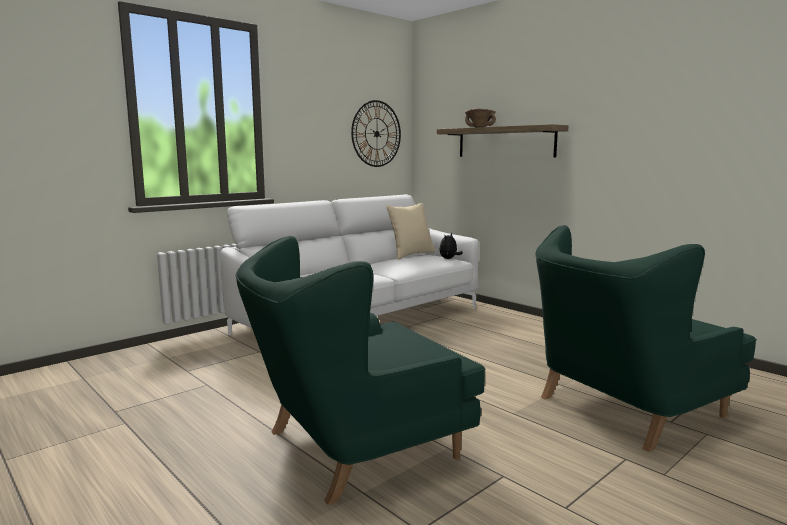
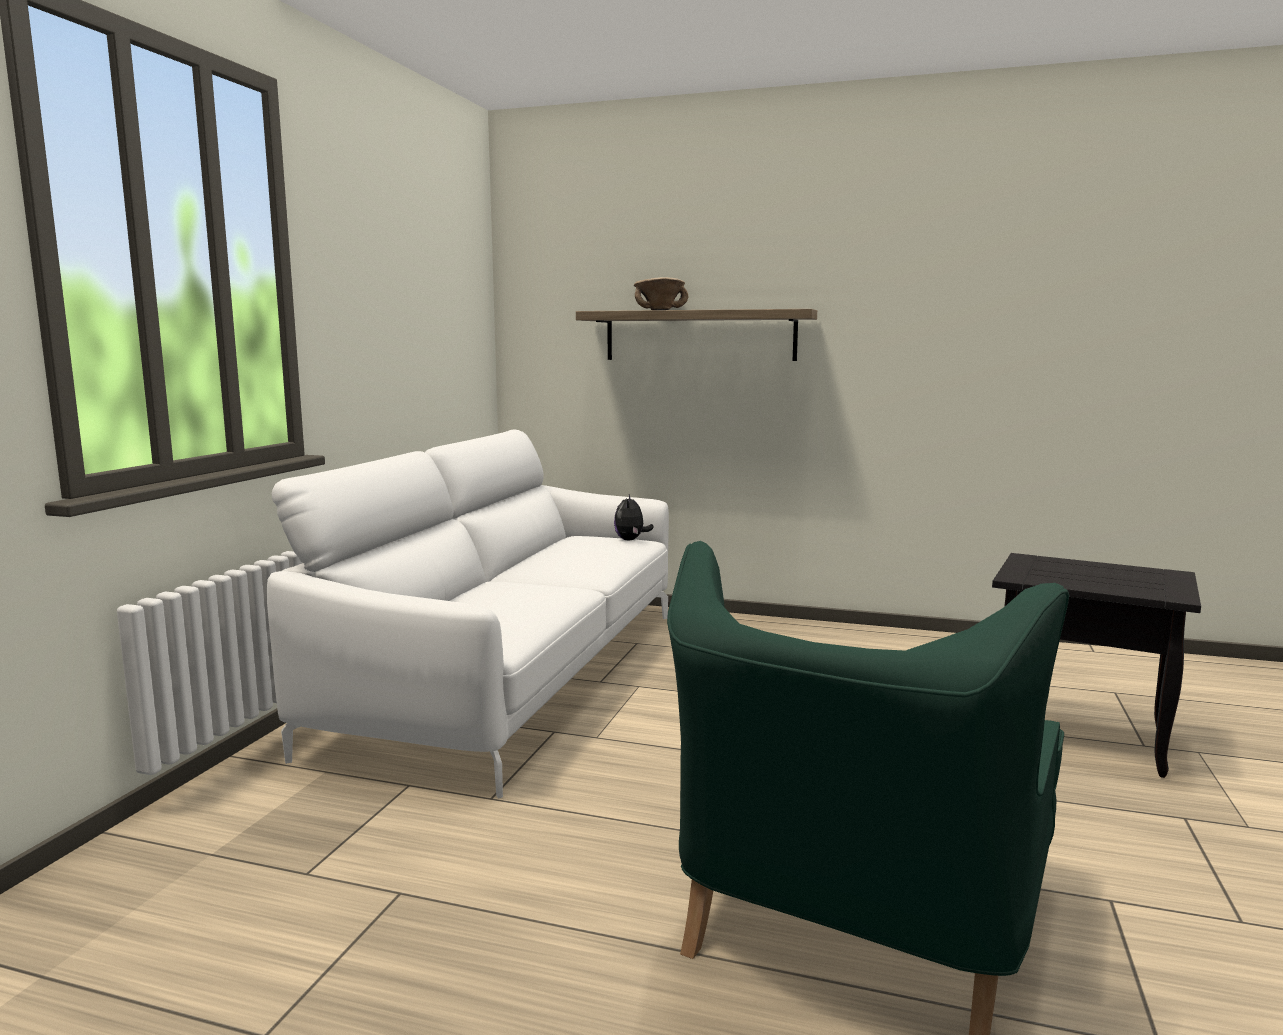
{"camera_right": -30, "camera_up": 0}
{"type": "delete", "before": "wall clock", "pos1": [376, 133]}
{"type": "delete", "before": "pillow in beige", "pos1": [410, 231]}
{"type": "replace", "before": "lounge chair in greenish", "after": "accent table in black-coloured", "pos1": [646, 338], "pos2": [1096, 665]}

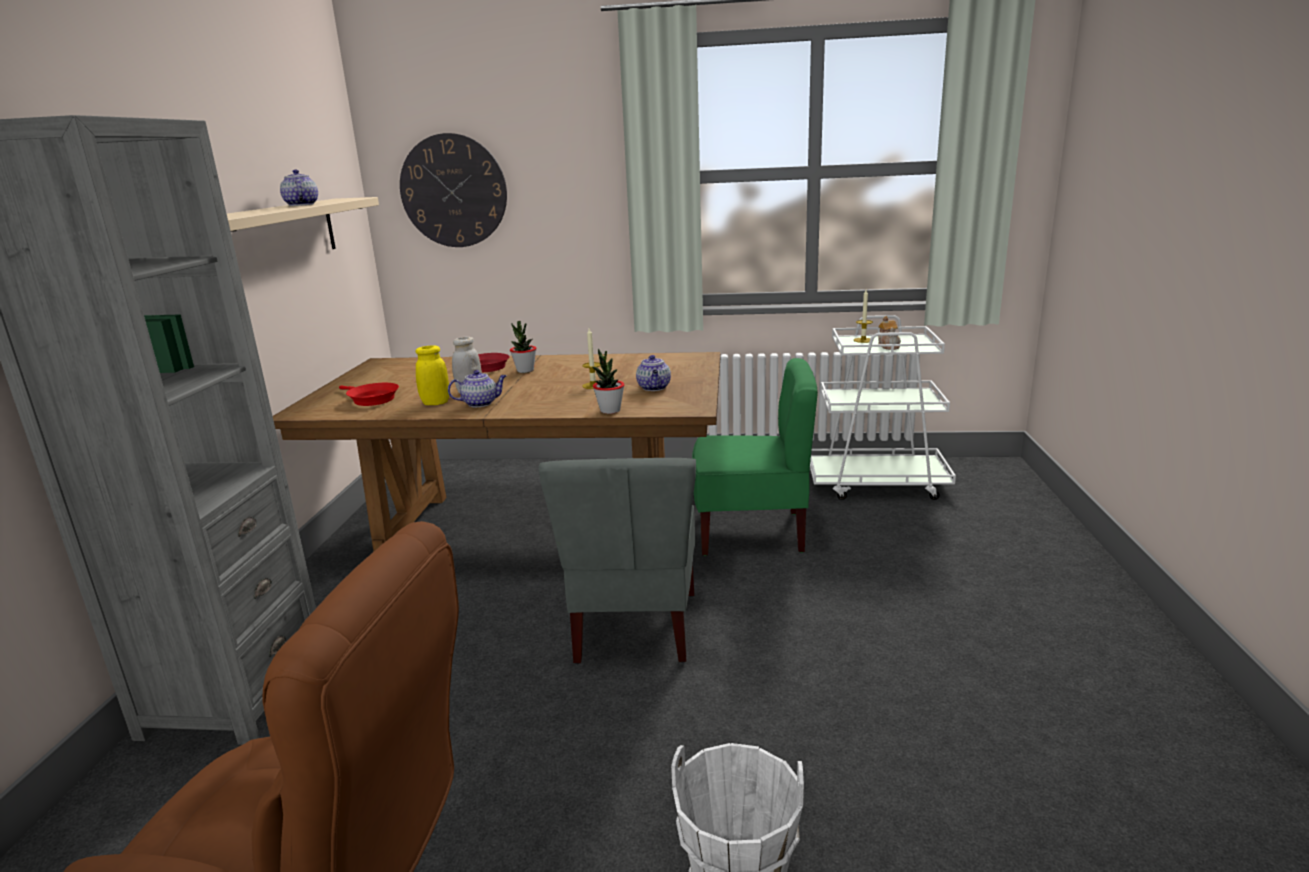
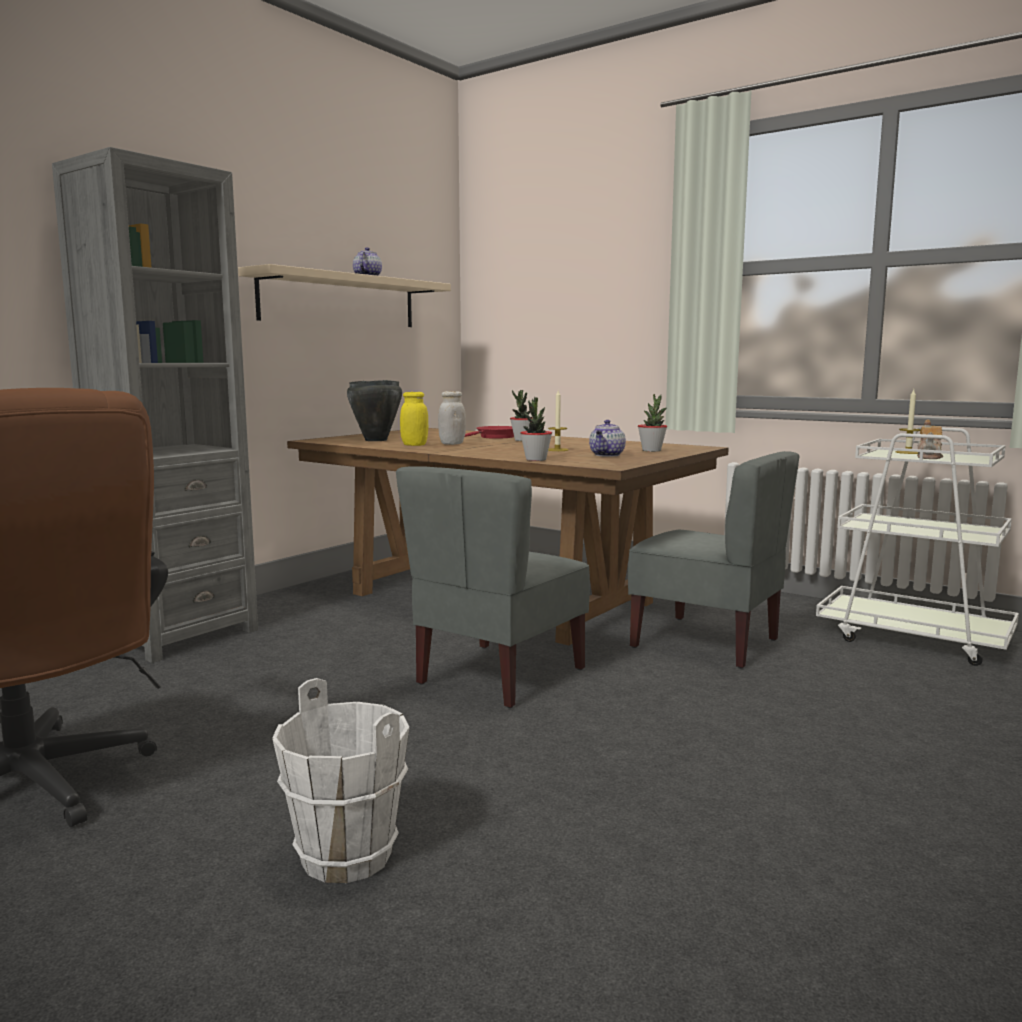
{"camera_right": 30, "camera_up": -10}
{"type": "replace", "before": "skillet in reddish", "after": "stockpot in black-coloured", "pos1": [369, 394], "pos2": [374, 410]}
{"type": "delete", "before": "wall clock", "pos1": [453, 190]}
{"type": "delete", "before": "tea pot", "pos1": [477, 388]}
{"type": "recolor", "before": "plain chair in greenish", "after": "plain chair in greyish", "pos1": [755, 457], "pos2": [714, 559]}
{"type": "insert", "after": "plant in a pot", "pos2": [652, 423]}

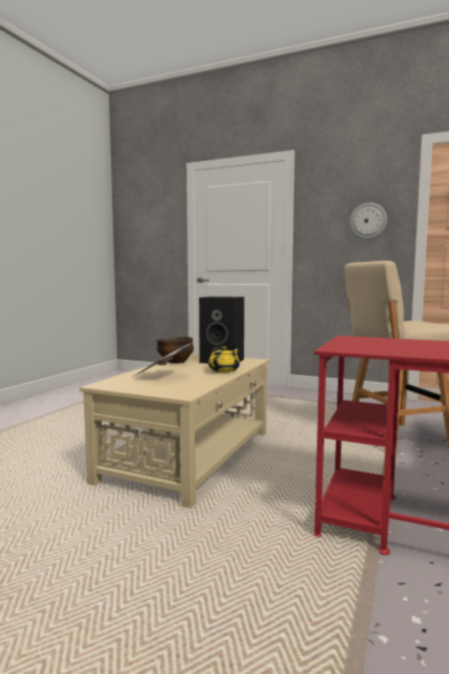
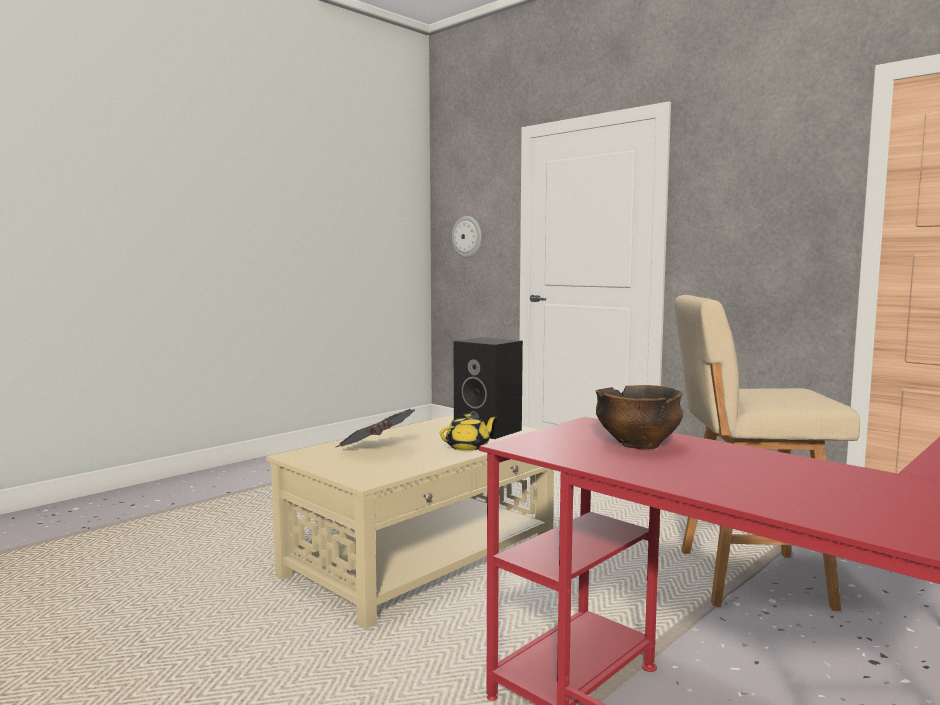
{"camera_right": 20, "camera_up": 0}
{"type": "move", "before": "serving bowl", "pos1": [175, 350], "pos2": [639, 417]}
{"type": "move", "before": "wall clock", "pos1": [368, 221], "pos2": [466, 237]}

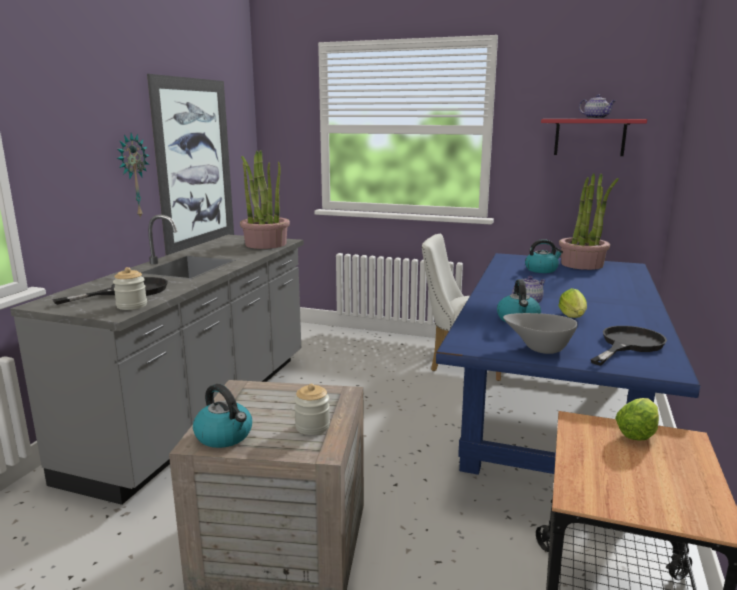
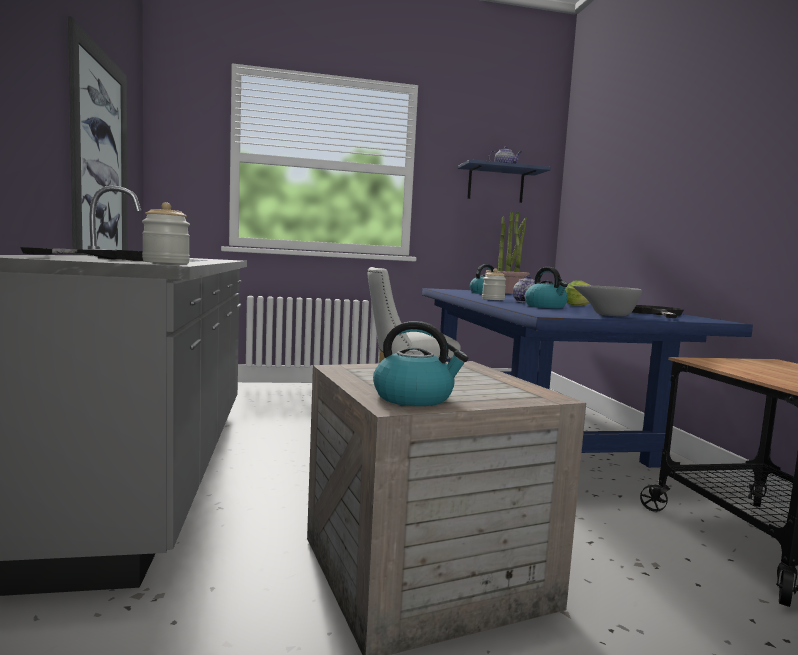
{"camera_right": -30, "camera_up": -10}
{"type": "delete", "before": "wall clock", "pos1": [133, 176]}
{"type": "delete", "before": "plant in a pot", "pos1": [265, 199]}
{"type": "move", "before": "storage jar", "pos1": [312, 409], "pos2": [494, 284]}
{"type": "recolor", "before": "shelf in reddish", "after": "shelf in blue-coloured", "pos1": [594, 137], "pos2": [504, 181]}
{"type": "delete", "before": "head of lettuce", "pos1": [637, 419]}

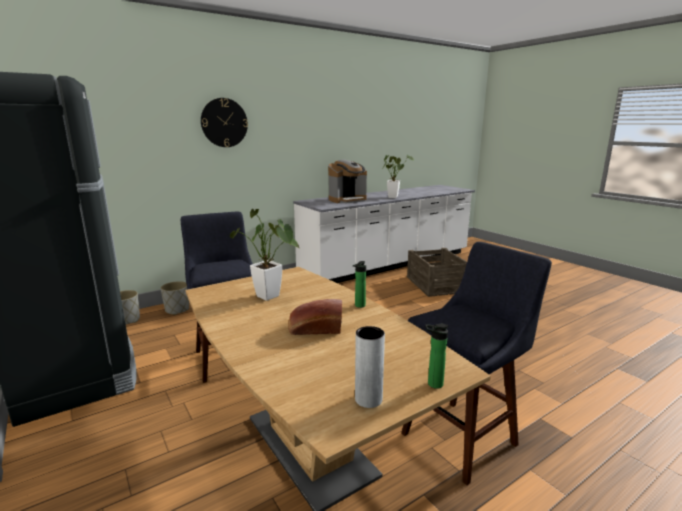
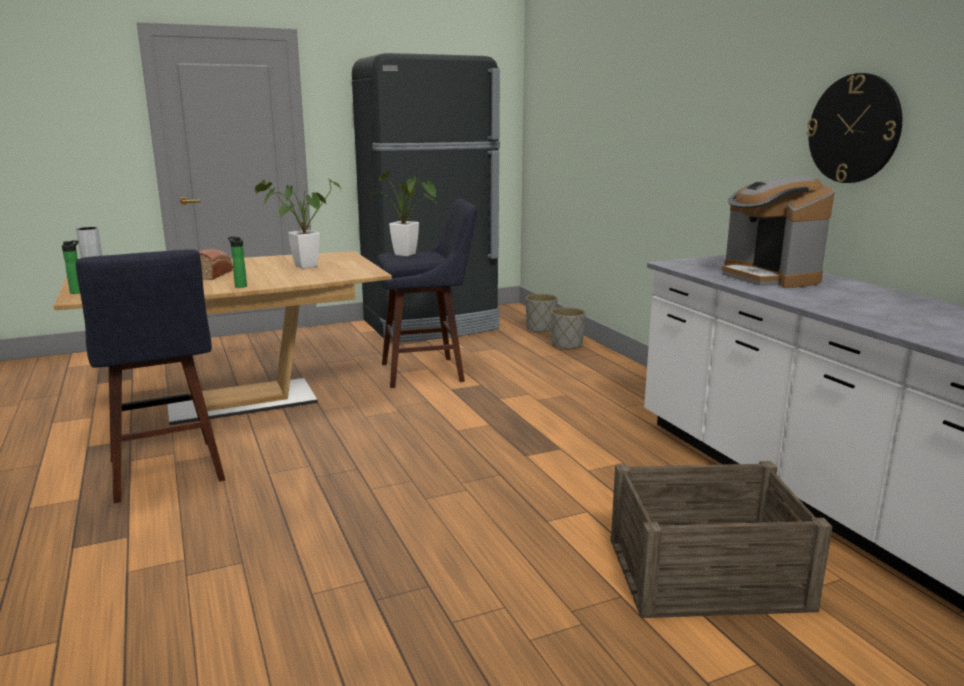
{"camera_right": 100, "camera_up": 0}
{"type": "move", "before": "wall clock", "pos1": [224, 122], "pos2": [854, 128]}
{"type": "move", "before": "plant in a pot", "pos1": [398, 176], "pos2": [402, 213]}

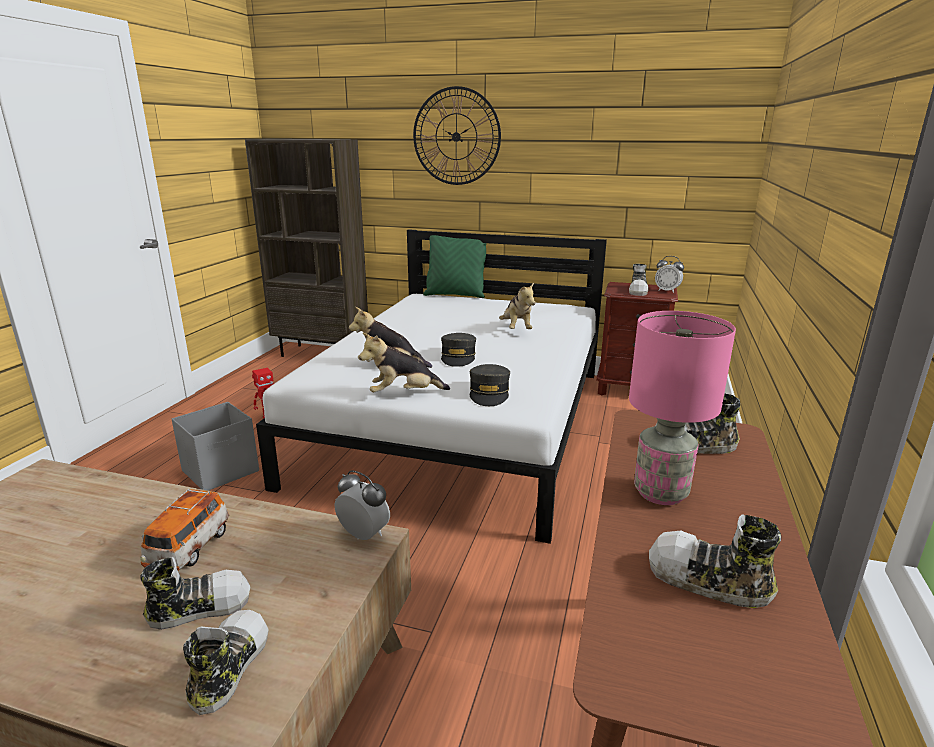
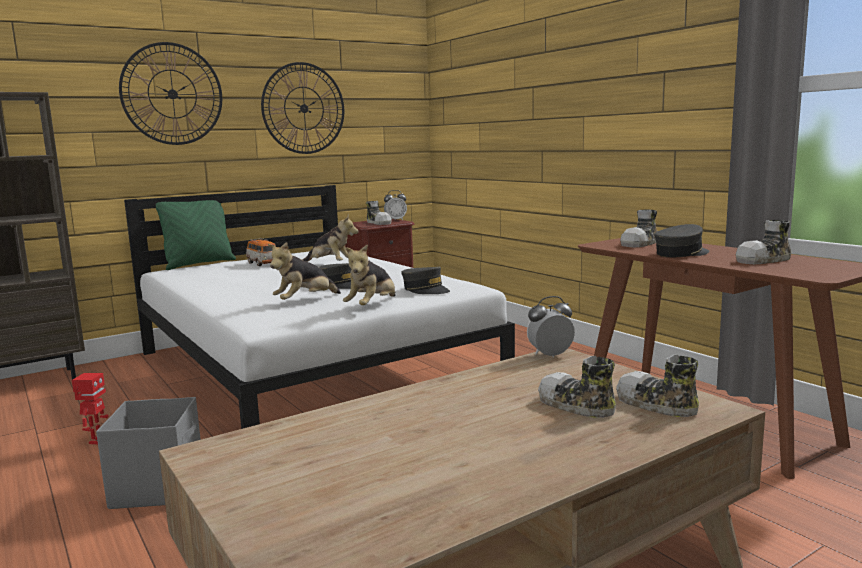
{"camera_right": -50, "camera_up": -10}
{"type": "move", "before": "toy car", "pos1": [185, 530], "pos2": [261, 252]}
{"type": "rotate", "before": "shoe", "pos1": [196, 593], "pos2": [577, 387], "turn": -60}
{"type": "replace", "before": "tabletop lamp in pink-coloured", "after": "cap in greyish", "pos1": [682, 408], "pos2": [682, 240]}
{"type": "insert", "after": "wall clock", "pos2": [302, 108]}

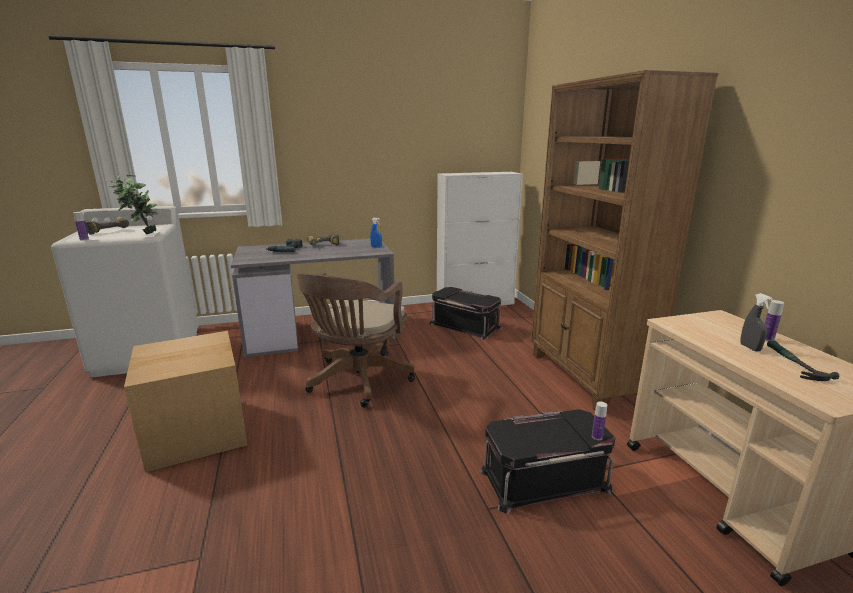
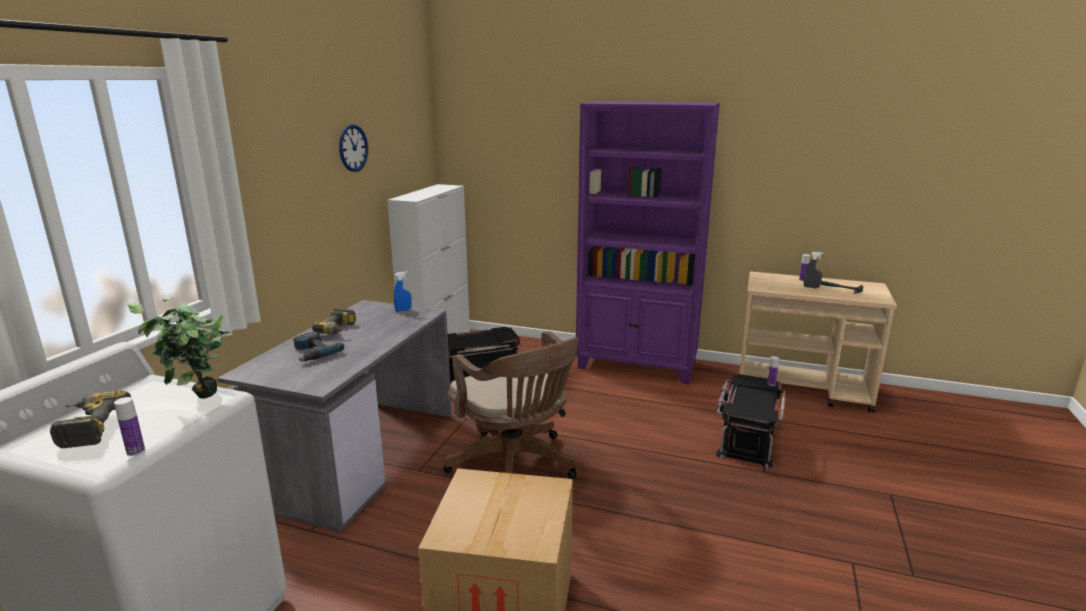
{"camera_right": -55, "camera_up": 0}
{"type": "recolor", "before": "shelving unit in brown-coloured", "after": "shelving unit in purple", "pos1": [625, 240], "pos2": [648, 242]}
{"type": "insert", "after": "wall clock", "pos2": [353, 148]}

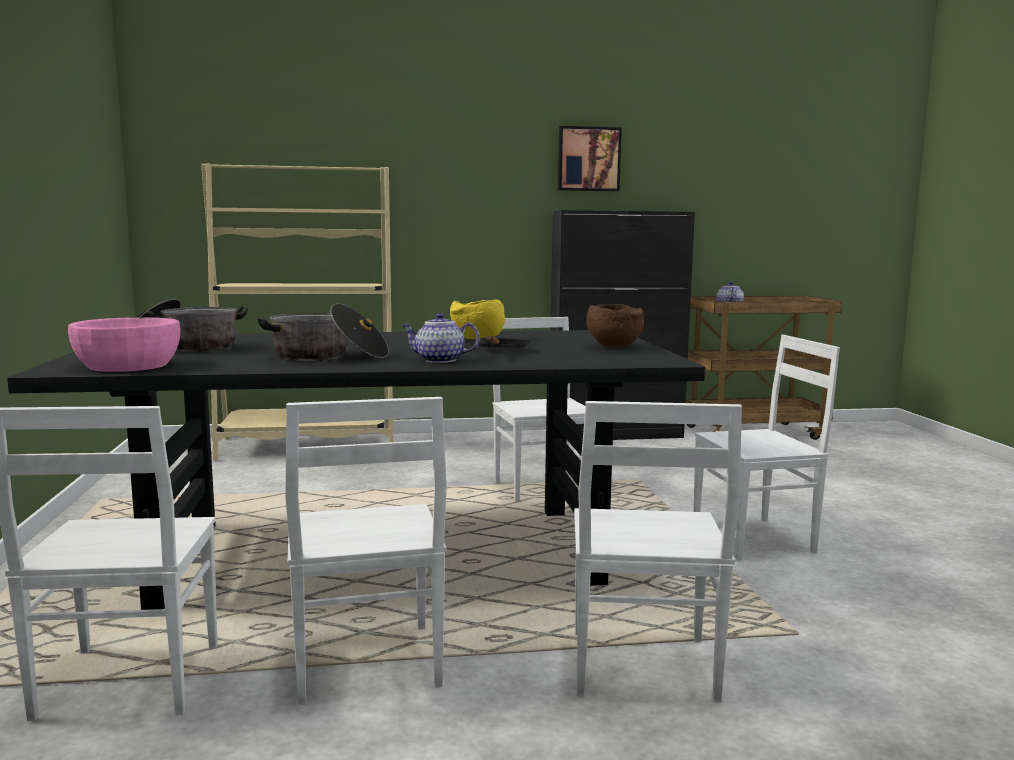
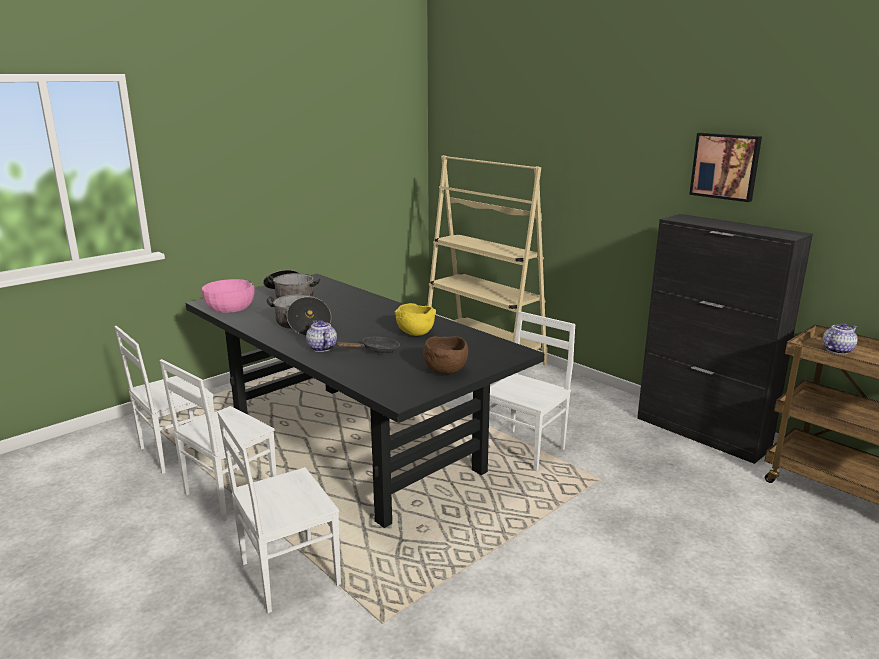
{"camera_right": 55, "camera_up": 10}
{"type": "delete", "before": "plain chair in white", "pos1": [767, 448]}

